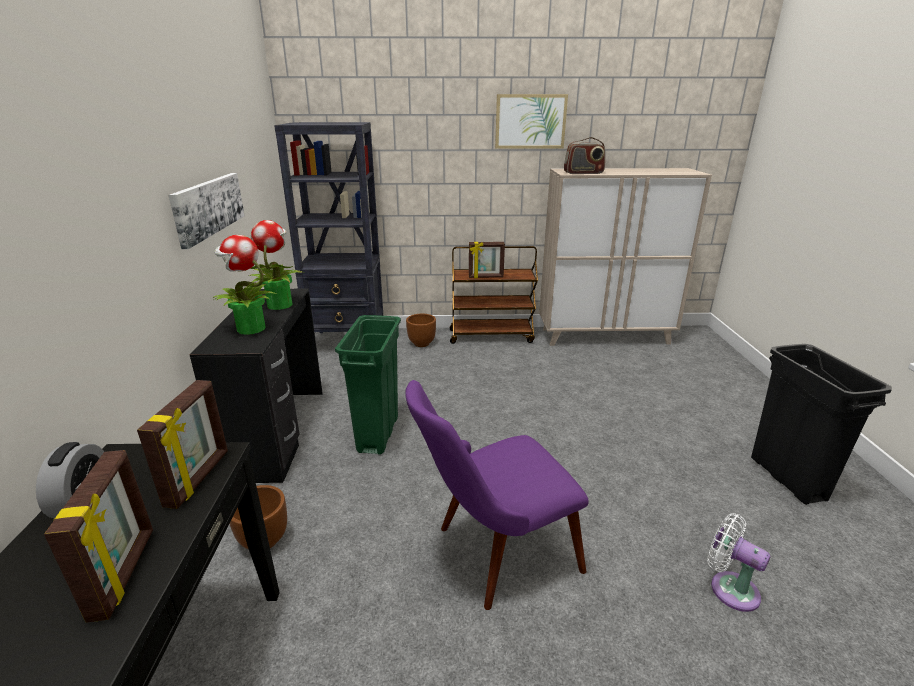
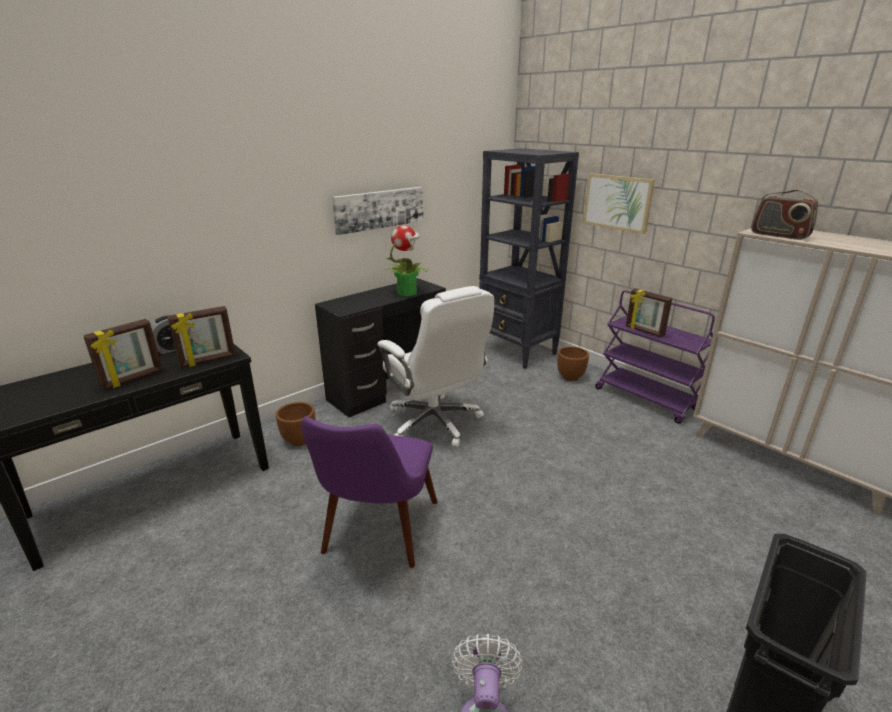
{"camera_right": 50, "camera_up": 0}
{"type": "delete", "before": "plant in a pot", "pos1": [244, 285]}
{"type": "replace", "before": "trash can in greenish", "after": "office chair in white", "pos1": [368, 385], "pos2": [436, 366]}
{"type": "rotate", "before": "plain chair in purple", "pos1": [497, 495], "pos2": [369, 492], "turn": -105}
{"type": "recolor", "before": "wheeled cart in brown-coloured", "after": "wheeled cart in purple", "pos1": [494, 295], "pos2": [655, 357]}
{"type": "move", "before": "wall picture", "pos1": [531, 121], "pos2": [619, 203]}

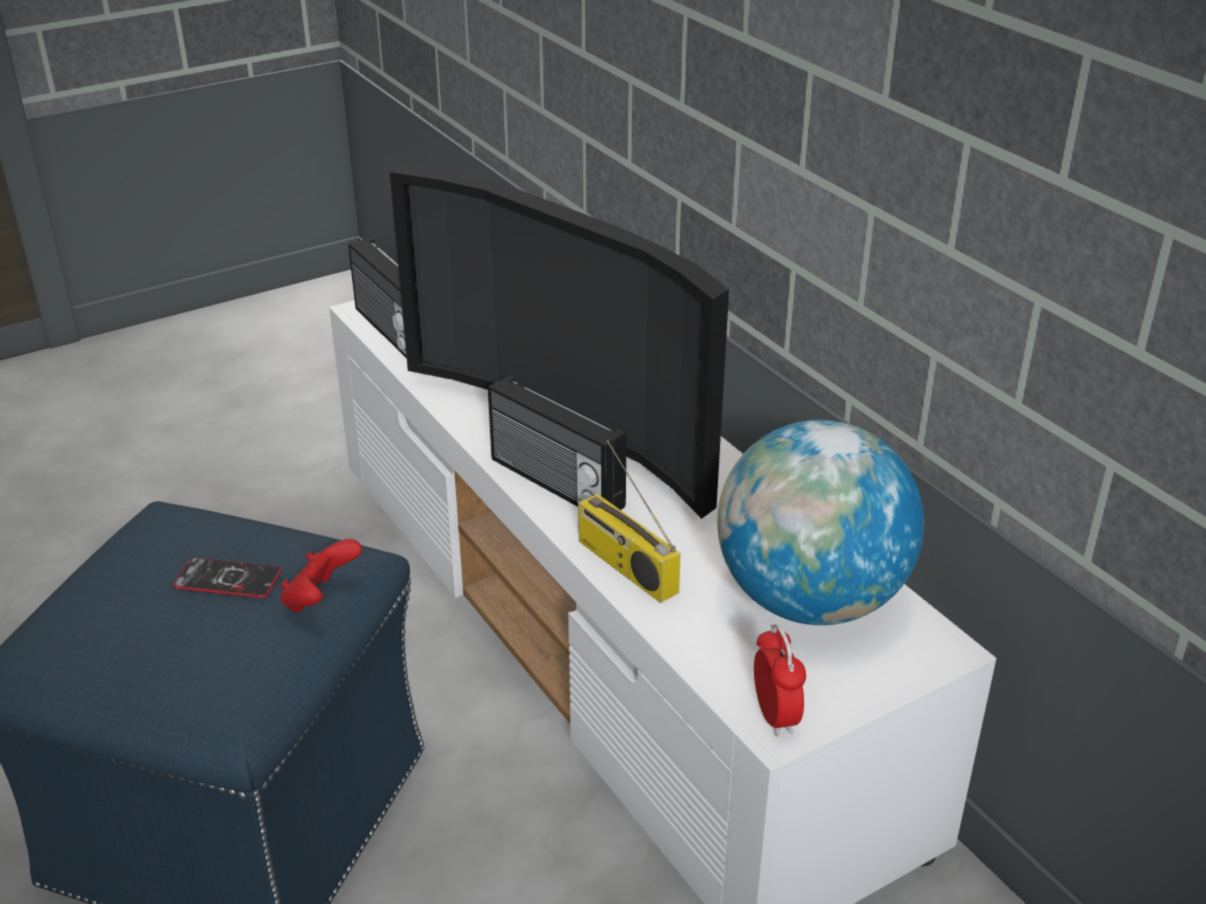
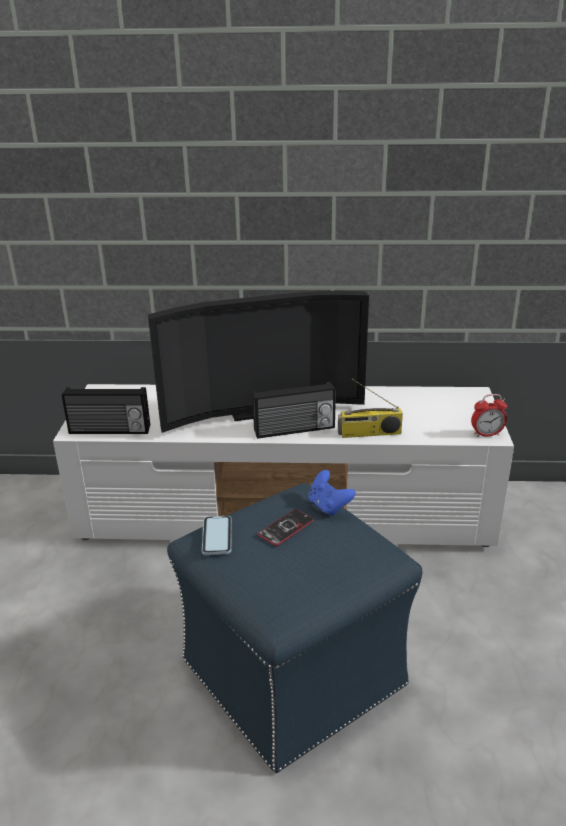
{"camera_right": -55, "camera_up": -5}
{"type": "recolor", "before": "game controller in reddish", "after": "game controller in blue-coloured", "pos1": [321, 576], "pos2": [332, 493]}
{"type": "delete", "before": "globe", "pos1": [820, 522]}
{"type": "rotate", "before": "bedside clock", "pos1": [780, 680], "pos2": [489, 415], "turn": 150}
{"type": "insert", "after": "telephone", "pos2": [217, 535]}

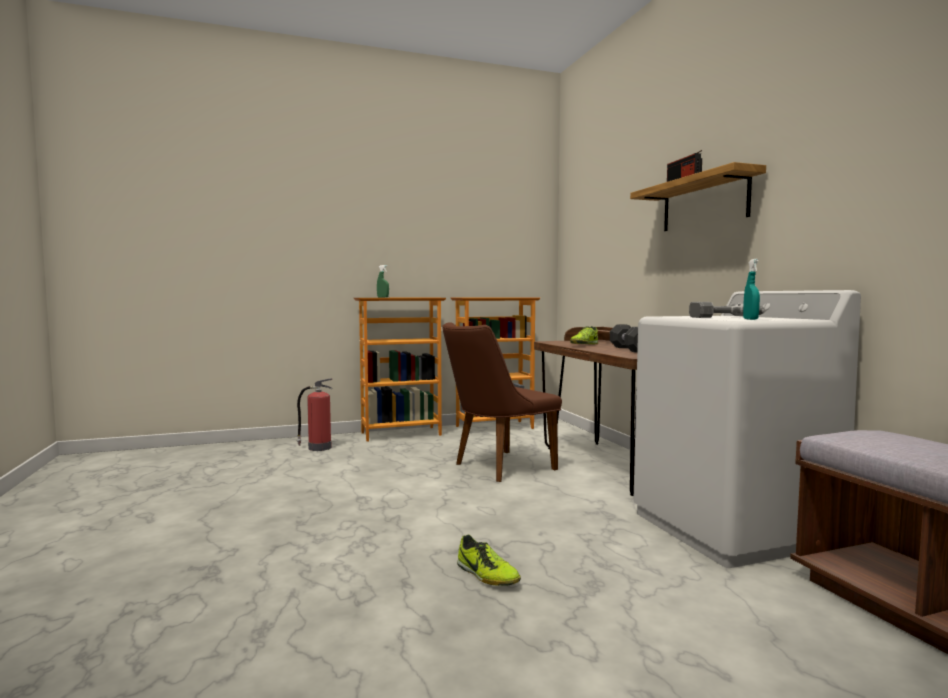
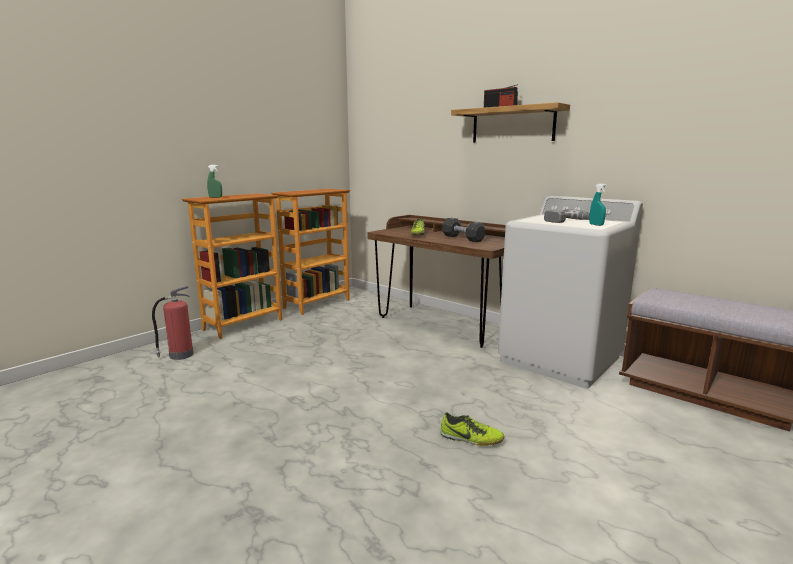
{"camera_right": -30, "camera_up": 10}
{"type": "delete", "before": "plain chair in brown-coloured", "pos1": [502, 402]}

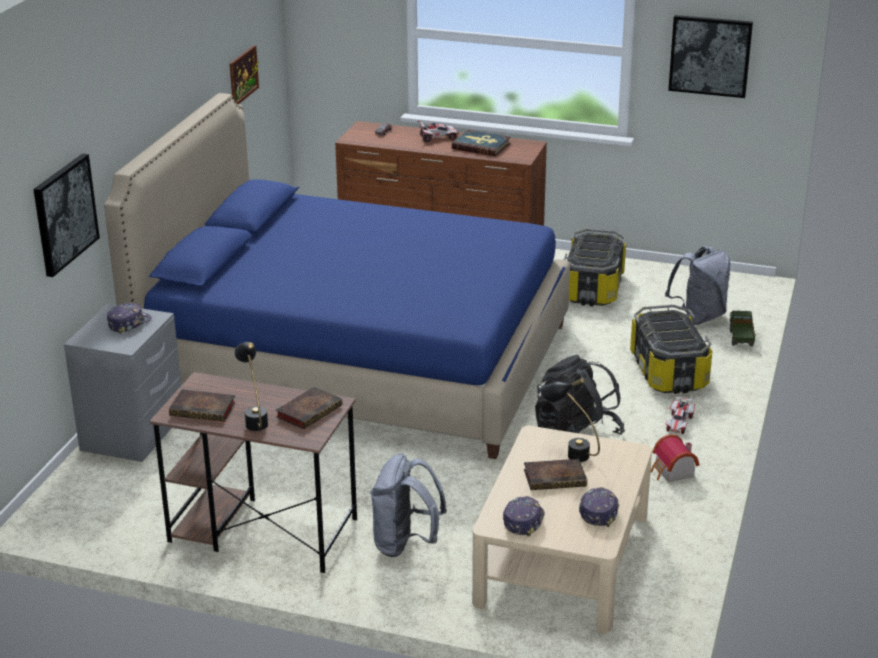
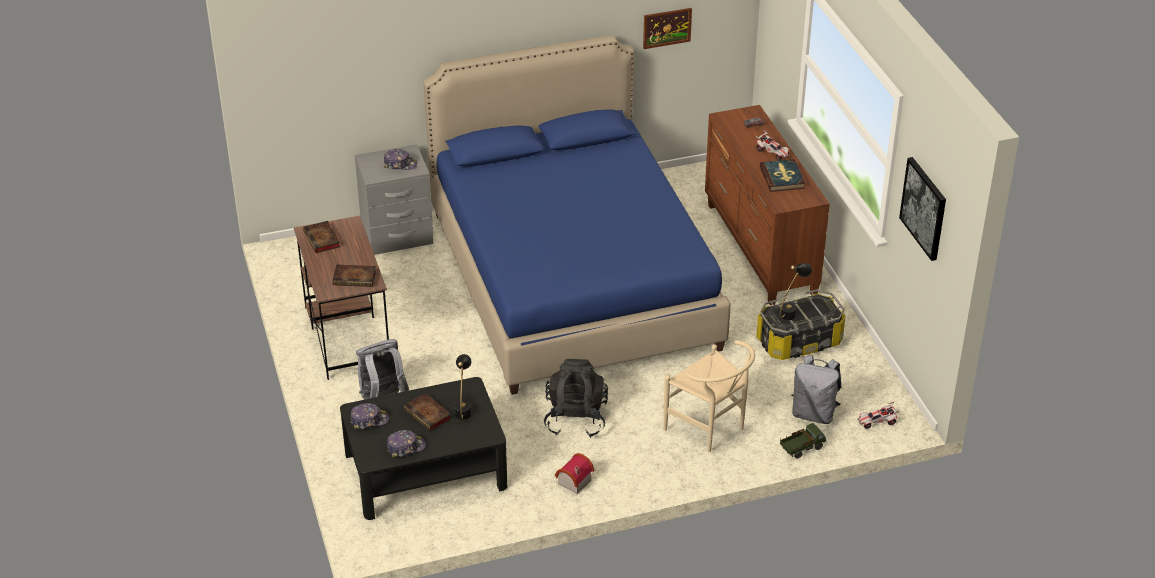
{"camera_right": 55, "camera_up": 10}
{"type": "delete", "before": "wall picture", "pos1": [66, 215]}
{"type": "move", "before": "tabletop lamp in black-coloured", "pos1": [251, 386], "pos2": [796, 291]}
{"type": "recolor", "before": "lounge table in beige", "after": "lounge table in black-coloured", "pos1": [562, 529], "pos2": [423, 448]}
{"type": "replace", "before": "storage container", "after": "plain chair in beige", "pos1": [671, 349], "pos2": [709, 396]}
{"type": "move", "before": "toy car", "pos1": [680, 414], "pos2": [878, 415]}

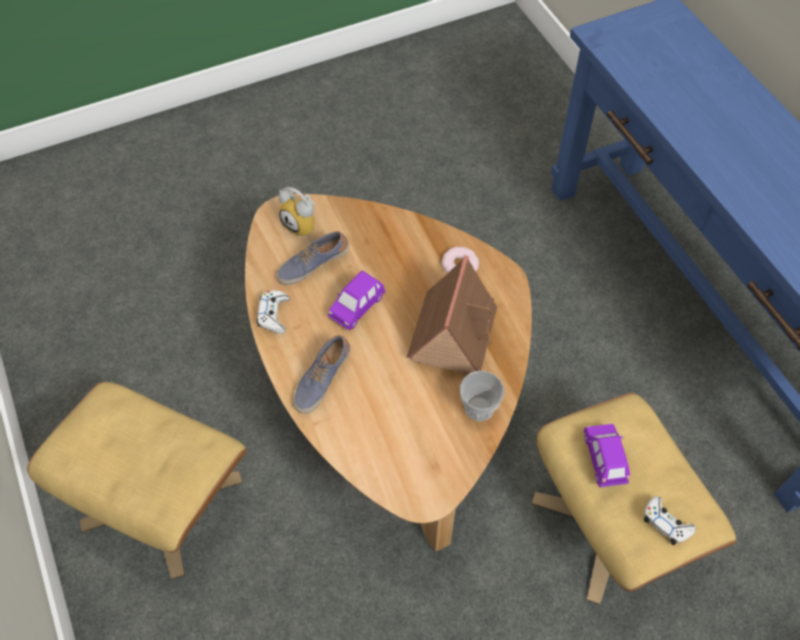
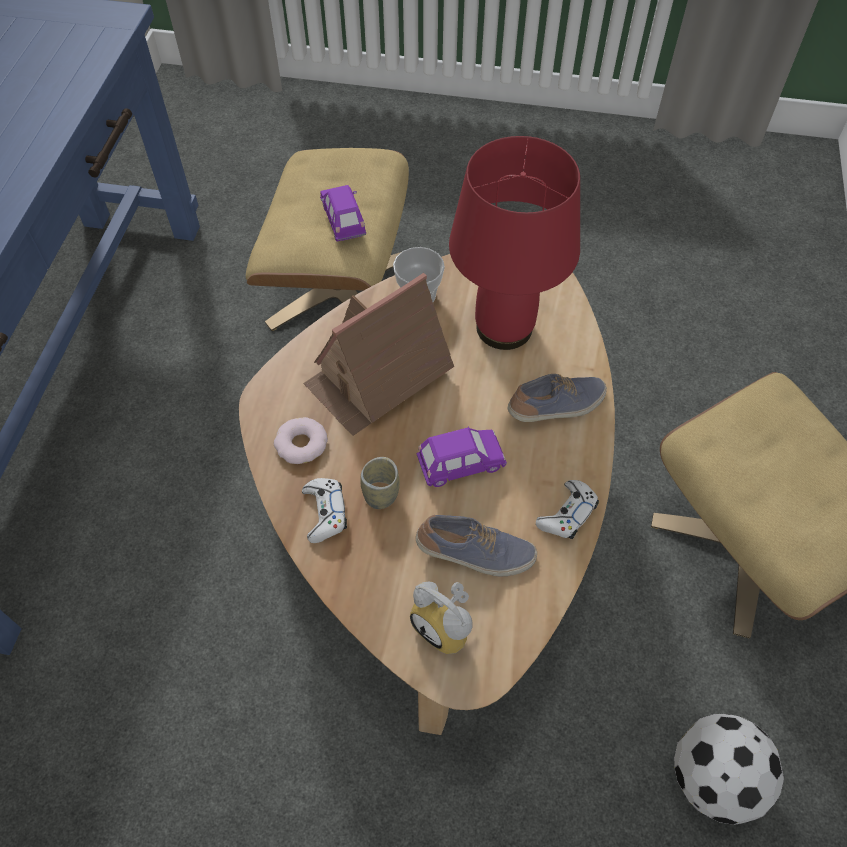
{"camera_right": -145, "camera_up": 0}
{"type": "rotate", "before": "bedside clock", "pos1": [297, 212], "pos2": [441, 618], "turn": 150}
{"type": "rotate", "before": "toy car in purple", "pos1": [607, 455], "pos2": [343, 213], "turn": 135}
{"type": "move", "before": "game controller in white", "pos1": [670, 520], "pos2": [324, 510]}
{"type": "insert", "after": "drinking cup", "pos2": [380, 483]}
{"type": "insert", "after": "tabletop lamp in reddish", "pos2": [514, 243]}
{"type": "insert", "after": "ball for football", "pos2": [729, 769]}

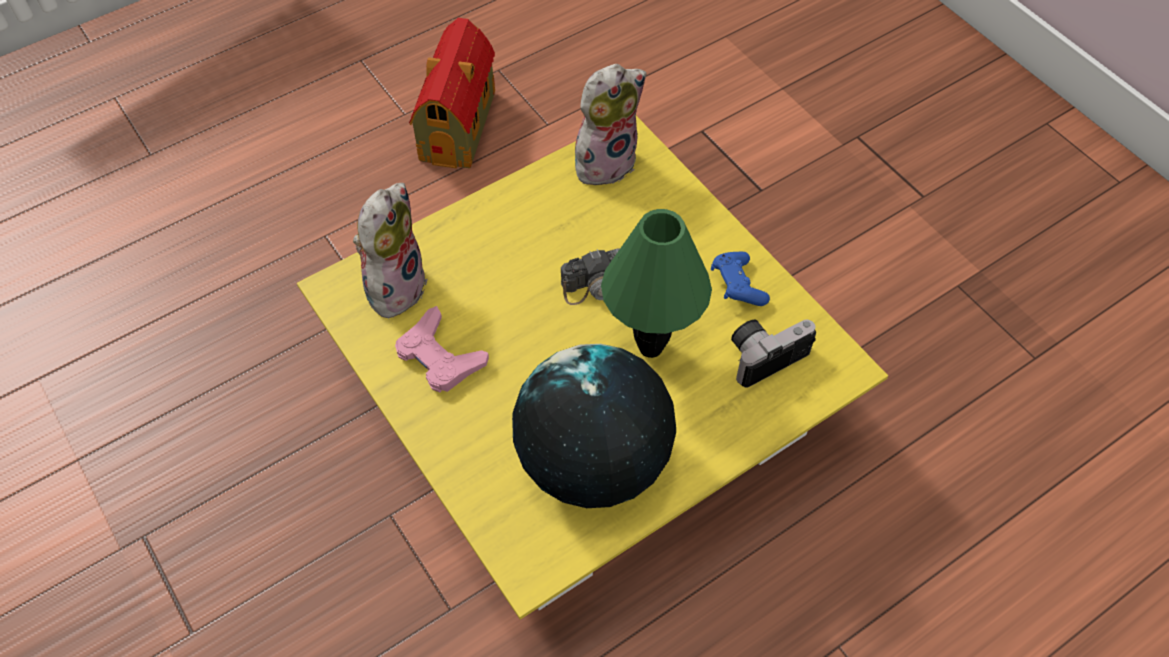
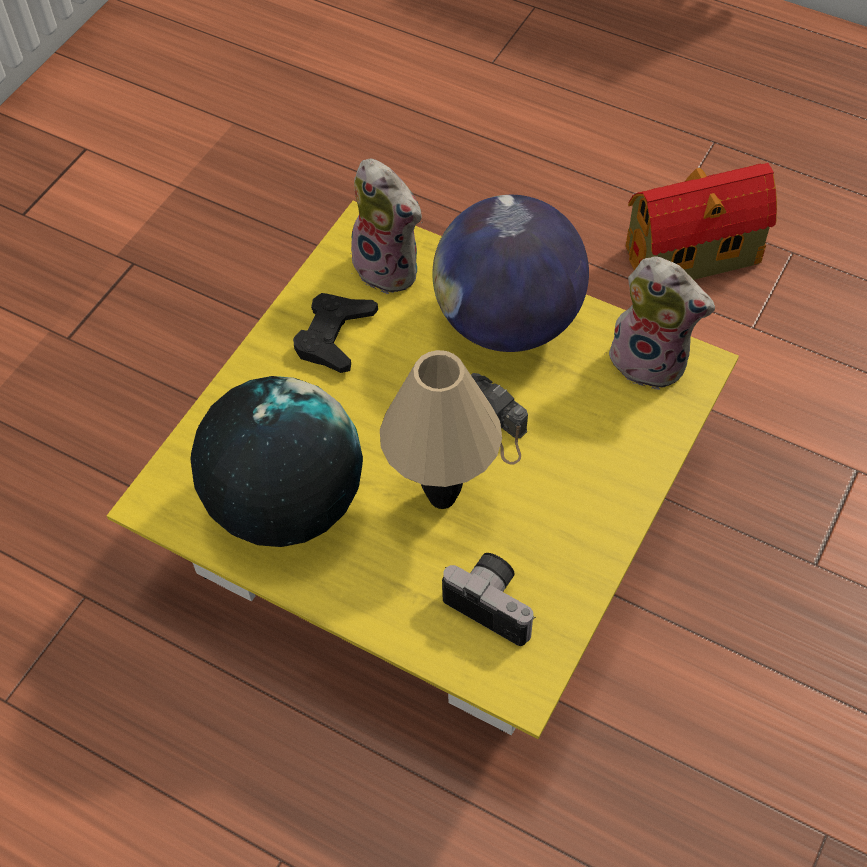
{"camera_right": 65, "camera_up": 0}
{"type": "rotate", "before": "plush toy", "pos1": [390, 251], "pos2": [386, 226], "turn": 45}
{"type": "recolor", "before": "game controller in pink-coloured", "after": "game controller in black-coloured", "pos1": [442, 349], "pos2": [335, 333]}
{"type": "recolor", "before": "tabletop lamp in greenish", "after": "tabletop lamp in beige", "pos1": [656, 283], "pos2": [441, 429]}
{"type": "delete", "before": "game controller in blue-coloured", "pos1": [740, 279]}
{"type": "insert", "after": "globe", "pos2": [510, 273]}

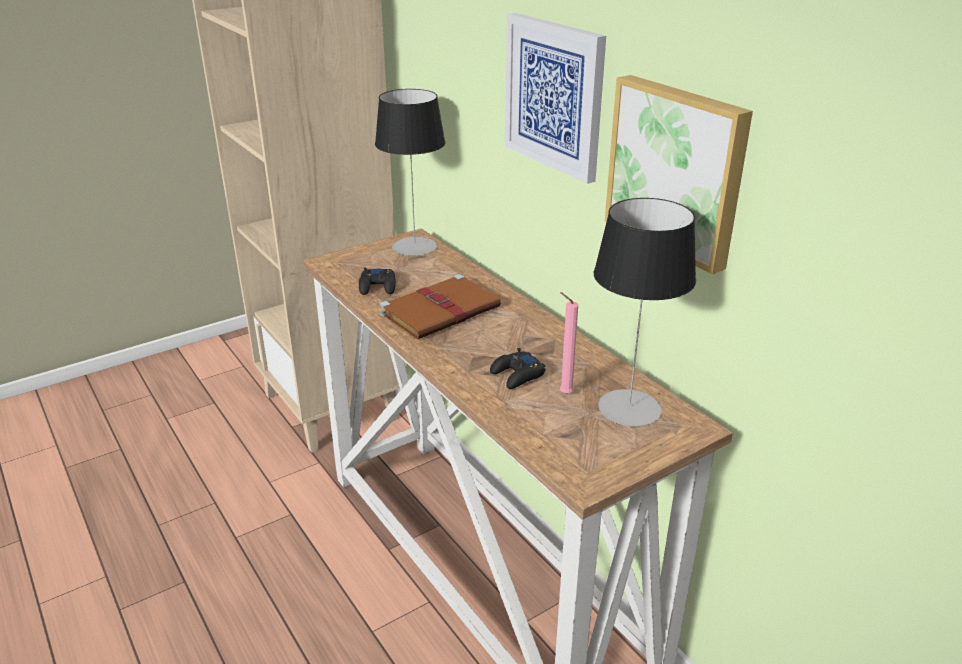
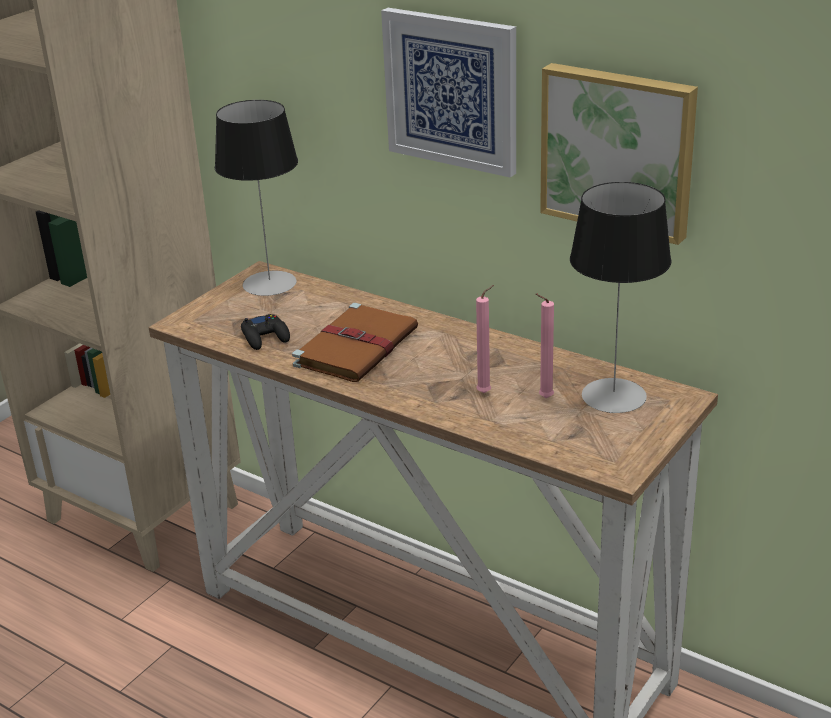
{"camera_right": -20, "camera_up": 0}
{"type": "replace", "before": "game controller in black-coloured", "after": "candle in pink-coloured", "pos1": [517, 368], "pos2": [485, 339]}

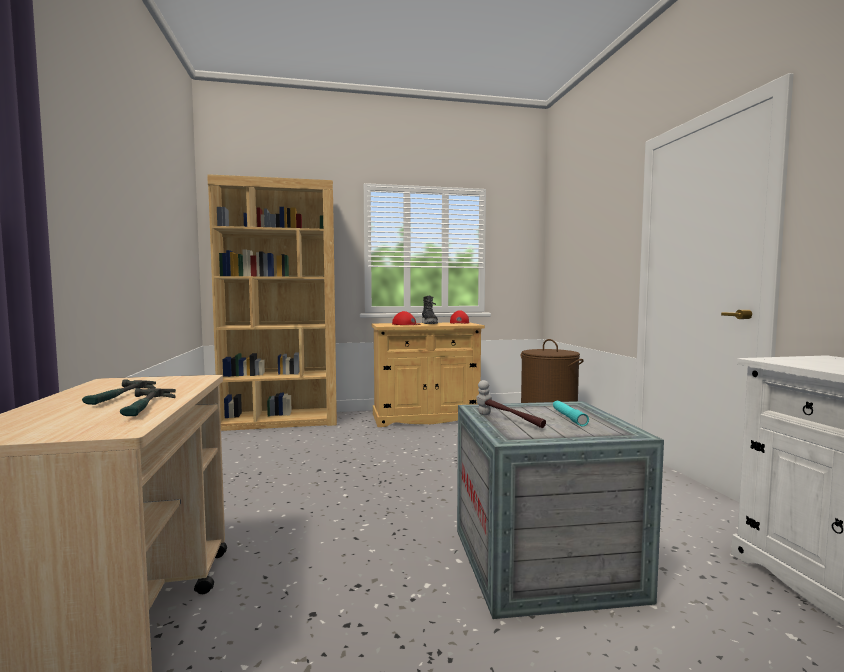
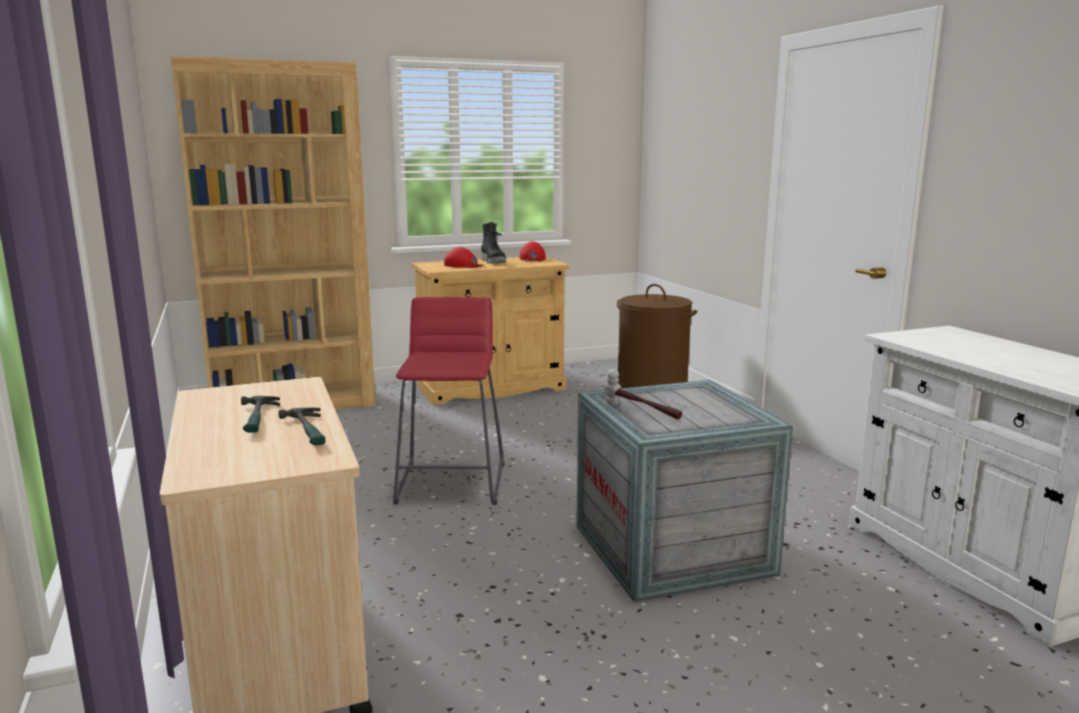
{"camera_right": -10, "camera_up": 10}
{"type": "delete", "before": "torch in turquoise", "pos1": [571, 413]}
{"type": "insert", "after": "stool seat in reddish", "pos2": [448, 401]}

